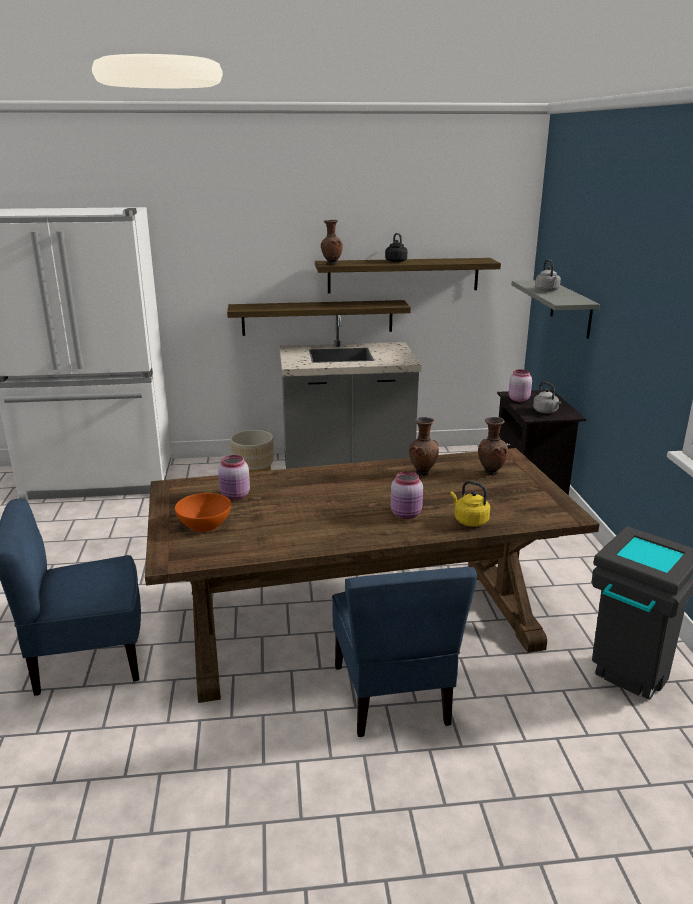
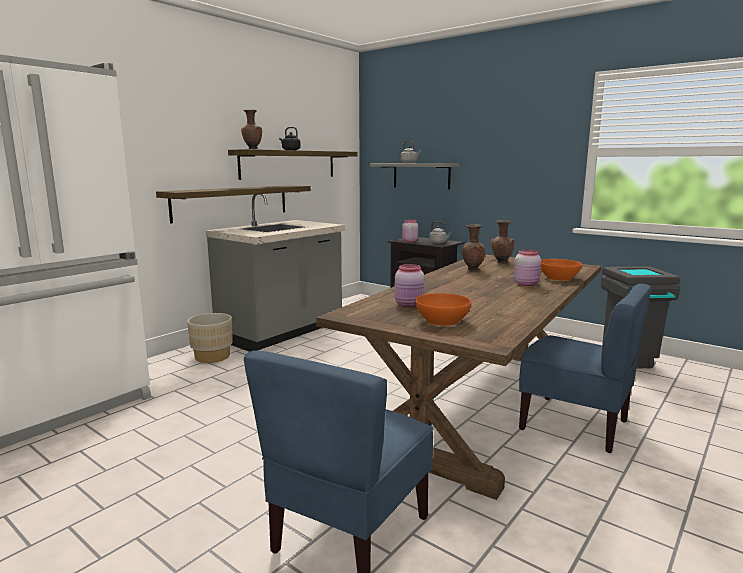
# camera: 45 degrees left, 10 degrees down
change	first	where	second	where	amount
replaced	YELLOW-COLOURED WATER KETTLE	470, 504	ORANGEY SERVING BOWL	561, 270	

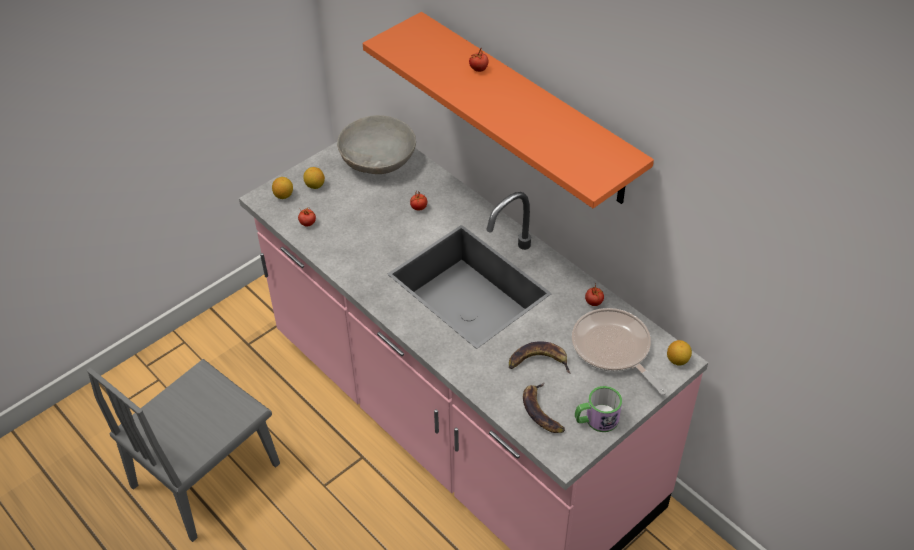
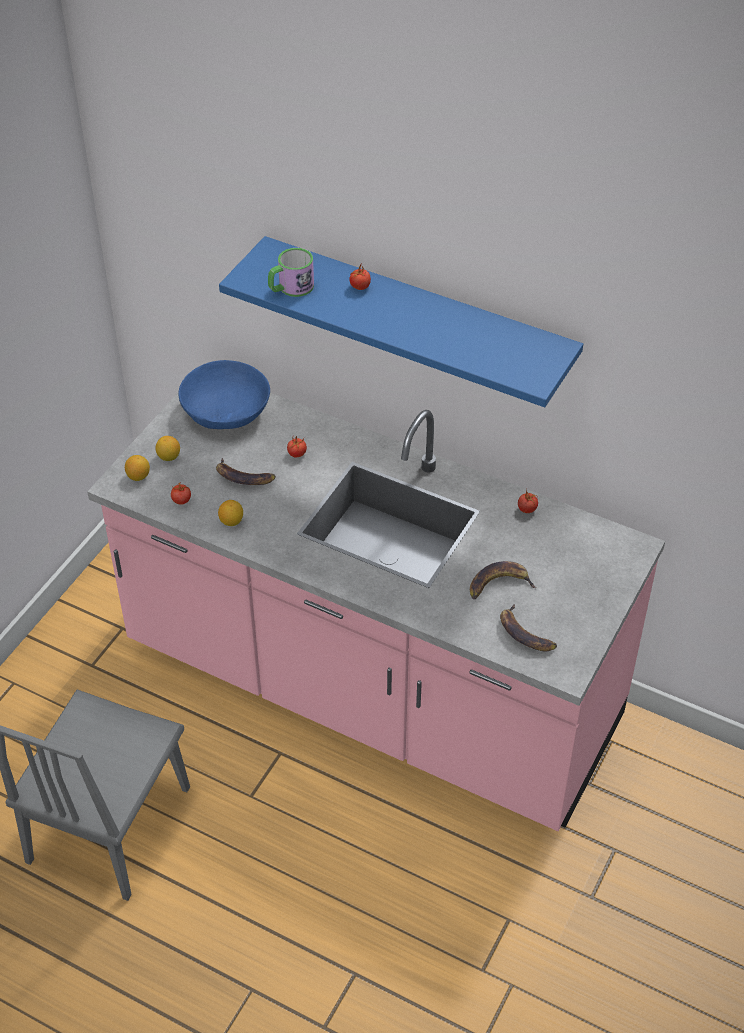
# camera: 20 degrees left, 0 degrees up
change	first	where	second	where	amount
recoloured	ORANGEY BRACKET SHELF	508, 110	BLUE-COLOURED BRACKET SHELF	401, 321	
recoloured	GREYISH SERVING BOWL	376, 144	BLUE-COLOURED SERVING BOWL	224, 394	
removed	SKILLET	619, 351			
moved	WHOLE LEMON	679, 352		230, 513	
moved	TEA MUG	598, 409		291, 272	
added			BANANA	246, 471	

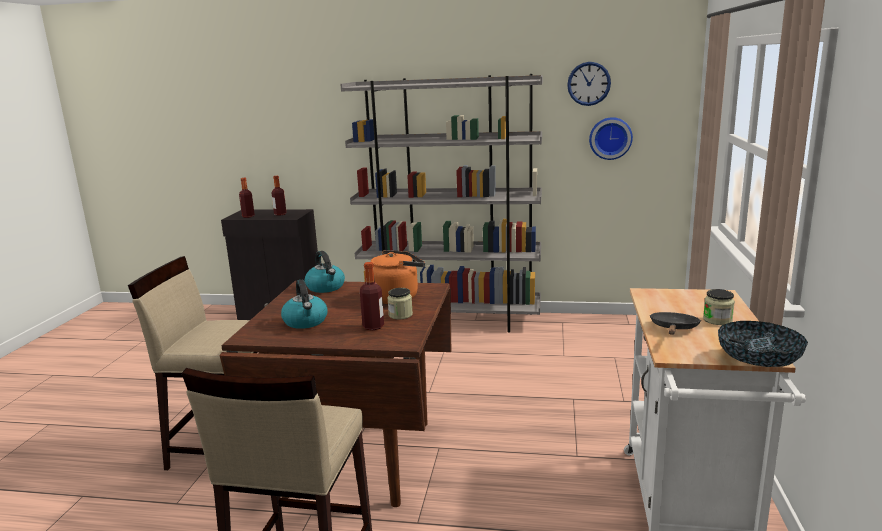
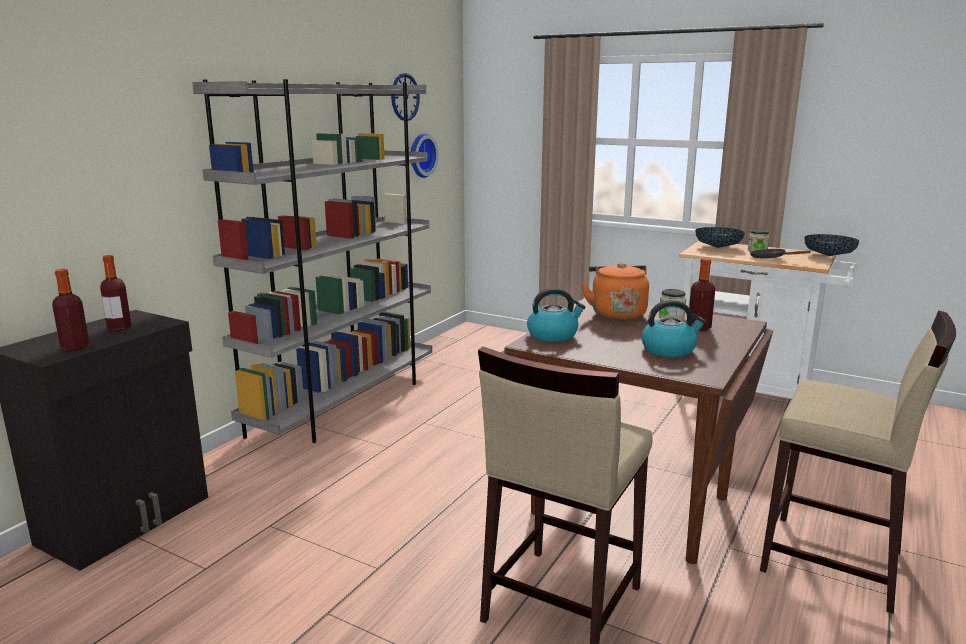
# camera: 70 degrees left, 0 degrees up
change	first	where	second	where	amount
added			SERVING BOWL	720, 237	

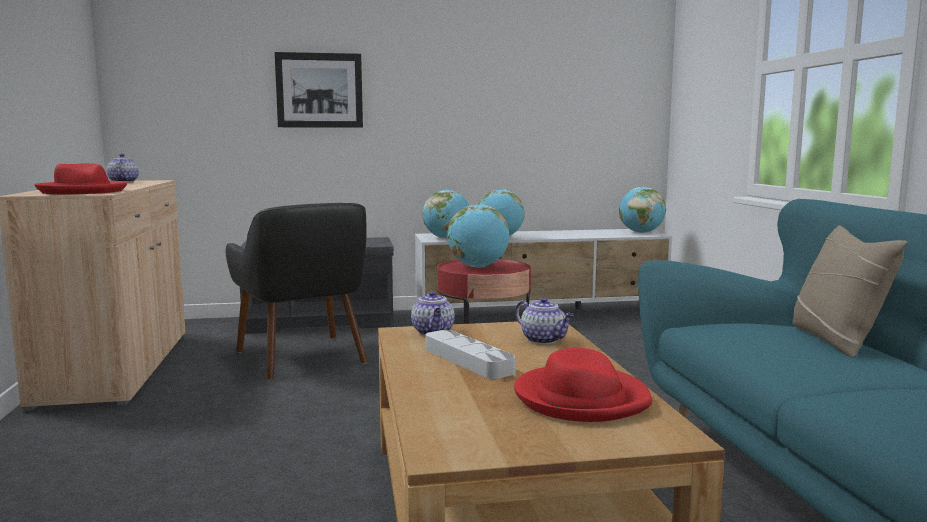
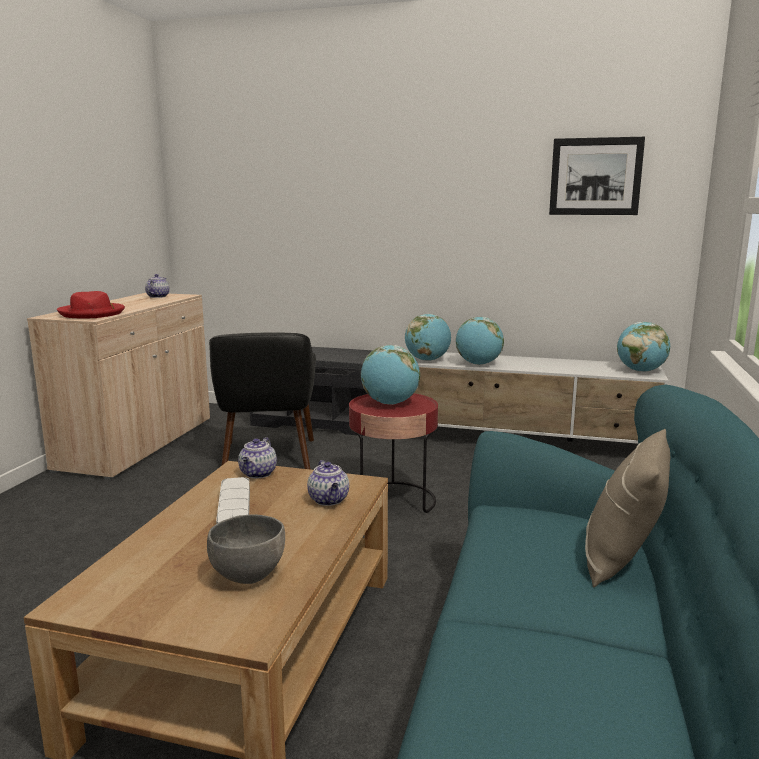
# camera: 25 degrees right, 5 degrees up
change	first	where	second	where	amount
moved	WALL PICTURE	319, 90		597, 176	
replaced	REDDISH HAT	583, 385	GREYISH SERVING BOWL	246, 549	

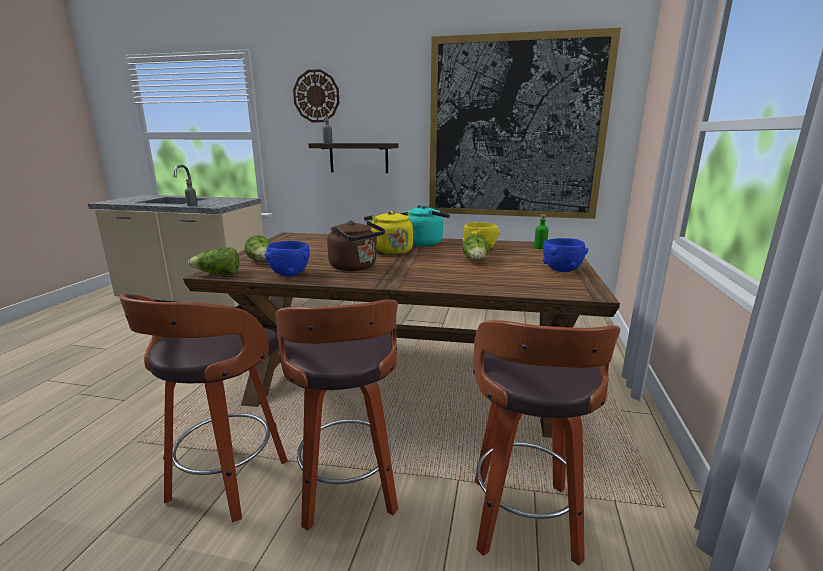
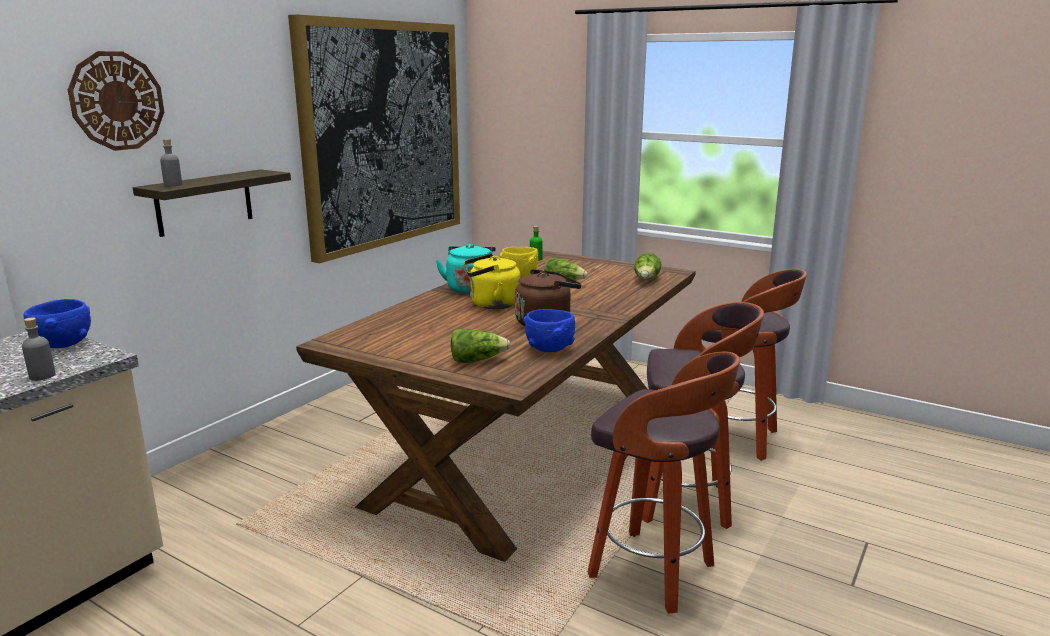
# camera: 70 degrees left, 0 degrees up
change	first	where	second	where	amount
moved	BLUE-COLOURED SERVING BOWL	565, 255		57, 323	
moved	LETTUCE HEAD	213, 261		647, 266	

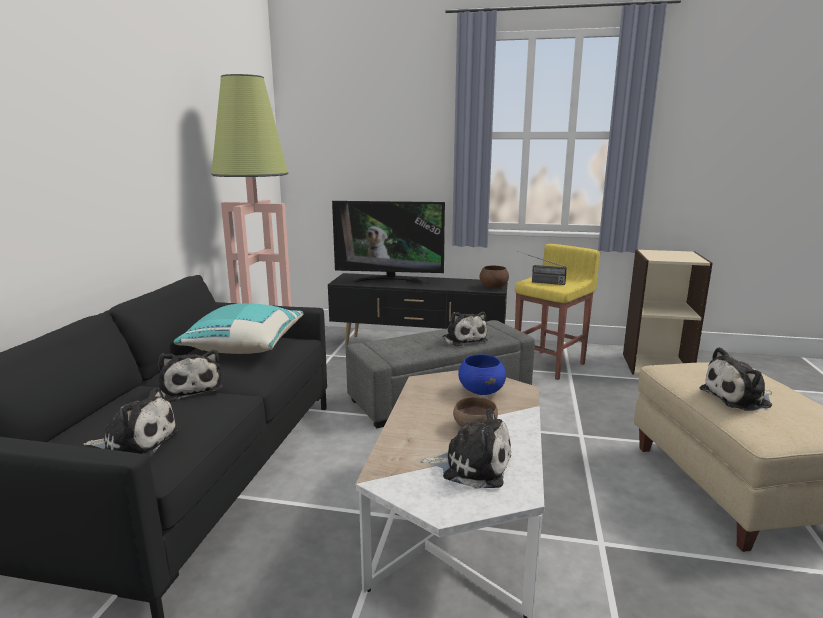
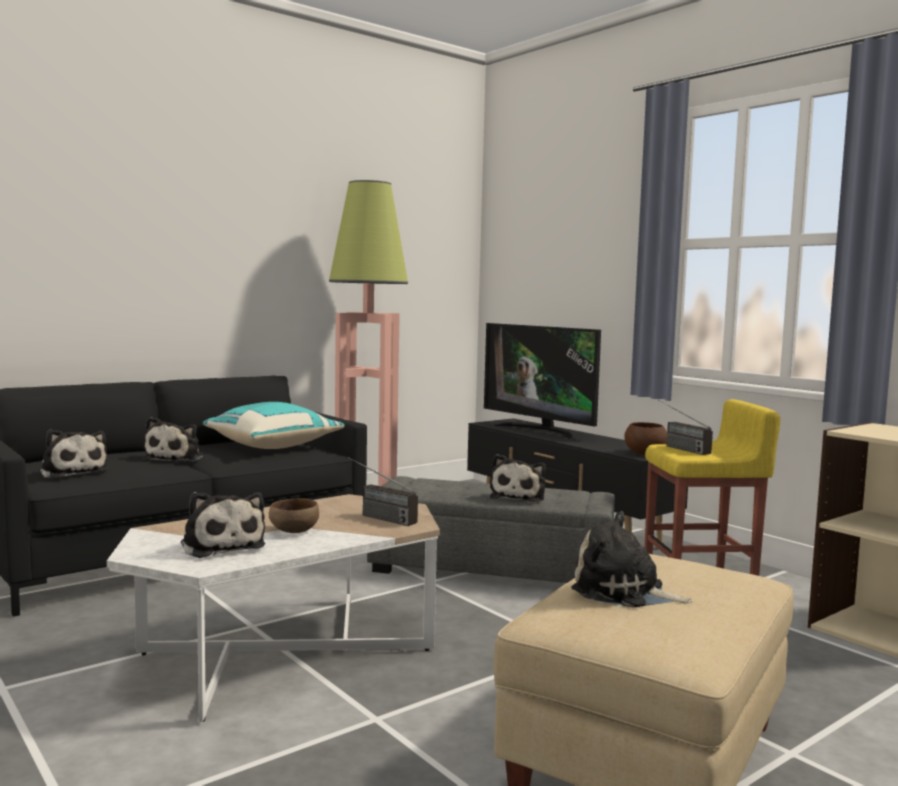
# camera: 40 degrees right, 10 degrees down
change	first	where	second	where	amount
replaced	BLUE-COLOURED SERVING BOWL	482, 374	RADIO SET	383, 491	

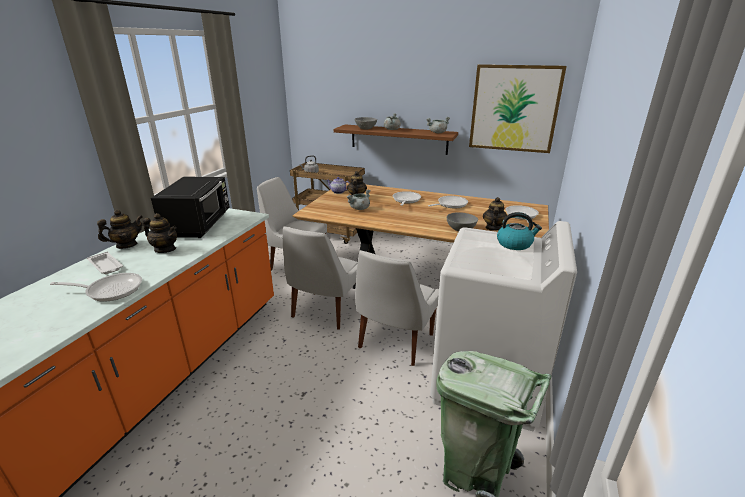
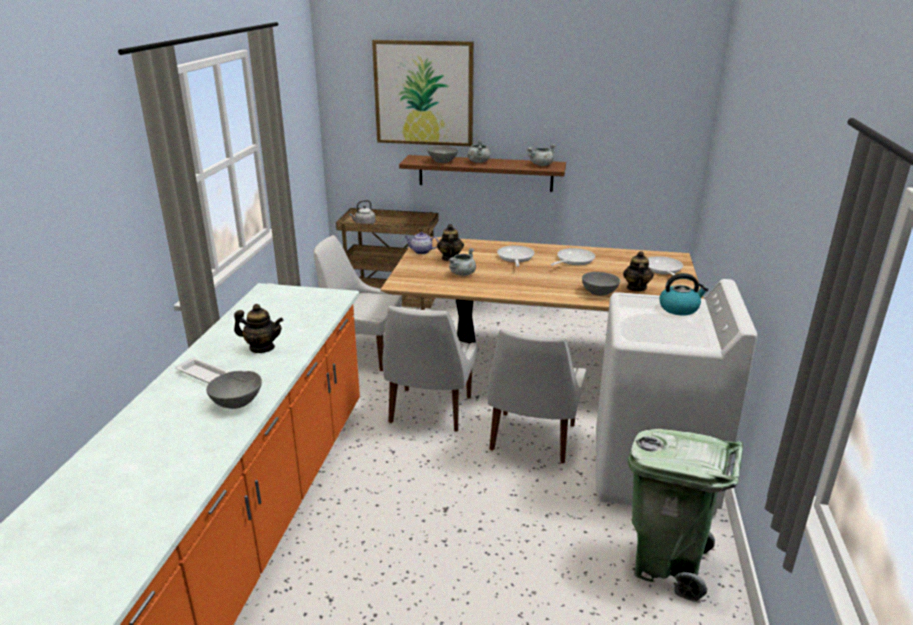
# camera: 10 degrees left, 0 degrees up
change	first	where	second	where	amount
moved	WALL PICTURE	518, 108		423, 93	
removed	BLACKISH MICROWAVE	190, 207			
removed	TEAPOT	120, 229			
replaced	SKILLET	96, 287	GREYISH SERVING BOWL	234, 390	

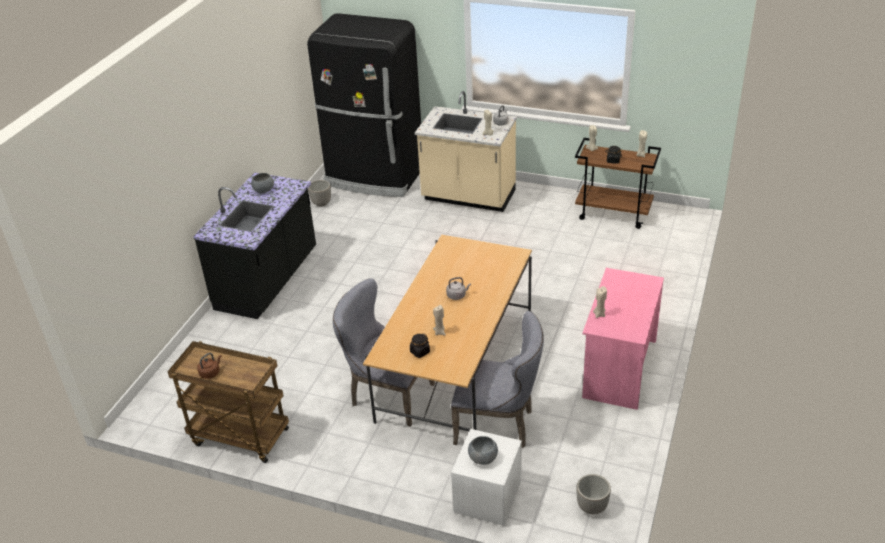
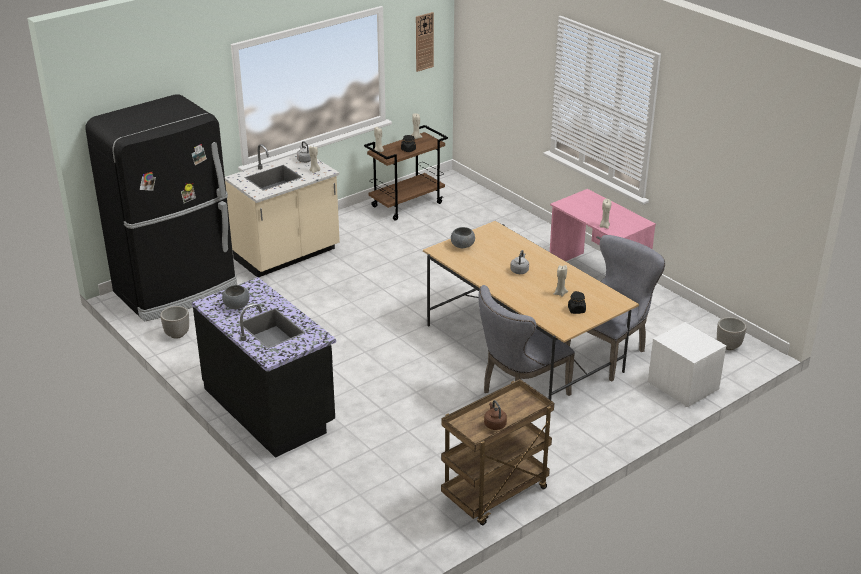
# camera: 60 degrees left, 5 degrees down
change	first	where	second	where	amount
moved	GREYISH SERVING BOWL	483, 450		463, 237	
added			WALL CLOCK	425, 42	

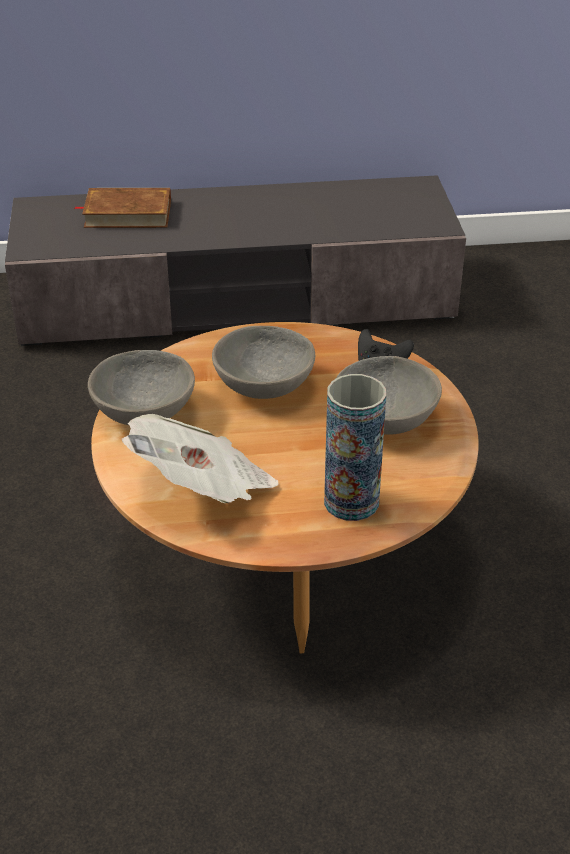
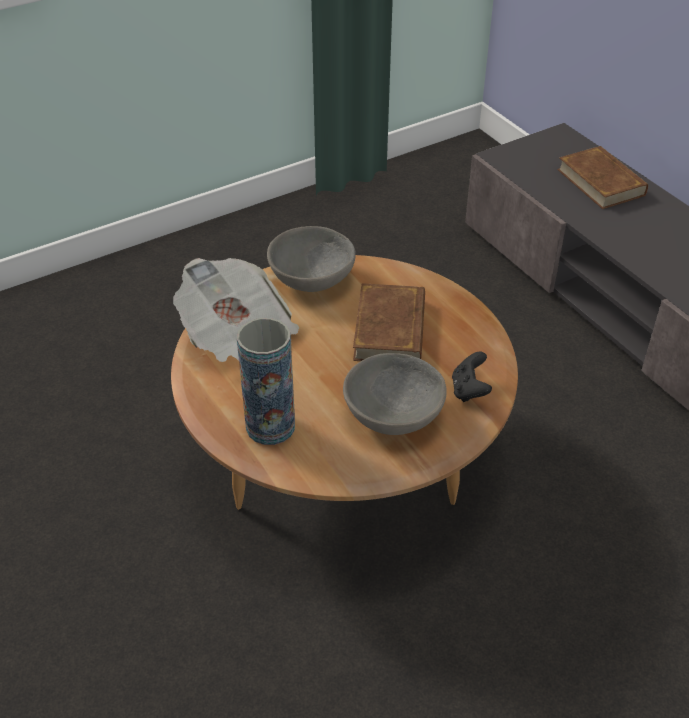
# camera: 65 degrees right, 5 degrees up
change	first	where	second	where	amount
replaced	GREYISH SERVING BOWL	263, 362	BROWNISH BOOK	389, 322	

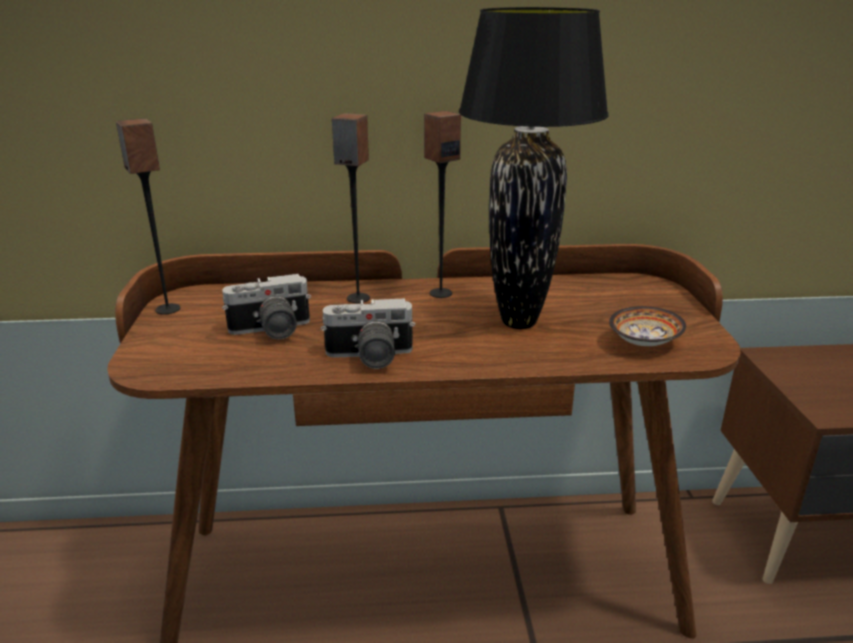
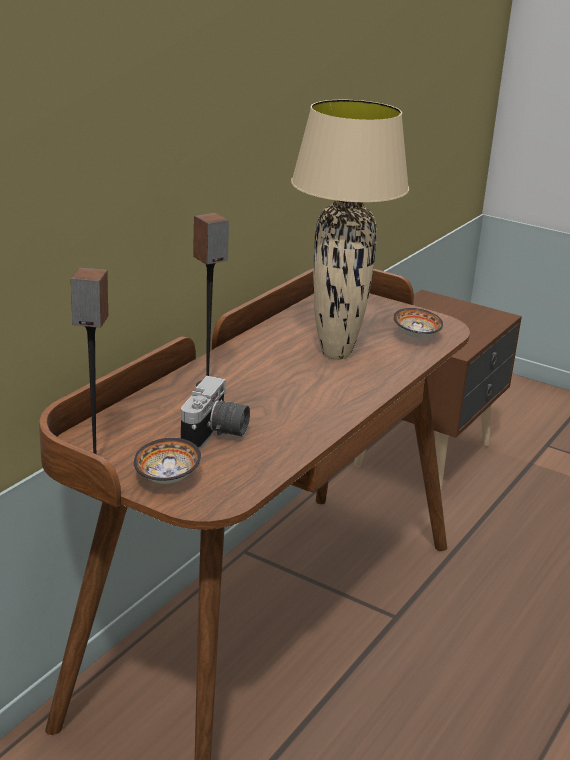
# camera: 55 degrees left, 0 degrees up
change	first	where	second	where	amount
recoloured	BLACKISH TABLETOP LAMP	534, 168	BEIGE TABLETOP LAMP	350, 230	
removed	LOUDSPEAKER	442, 204			
removed	PHOTO CAMERA	368, 333			
added			SERVING BOWL	167, 461	

